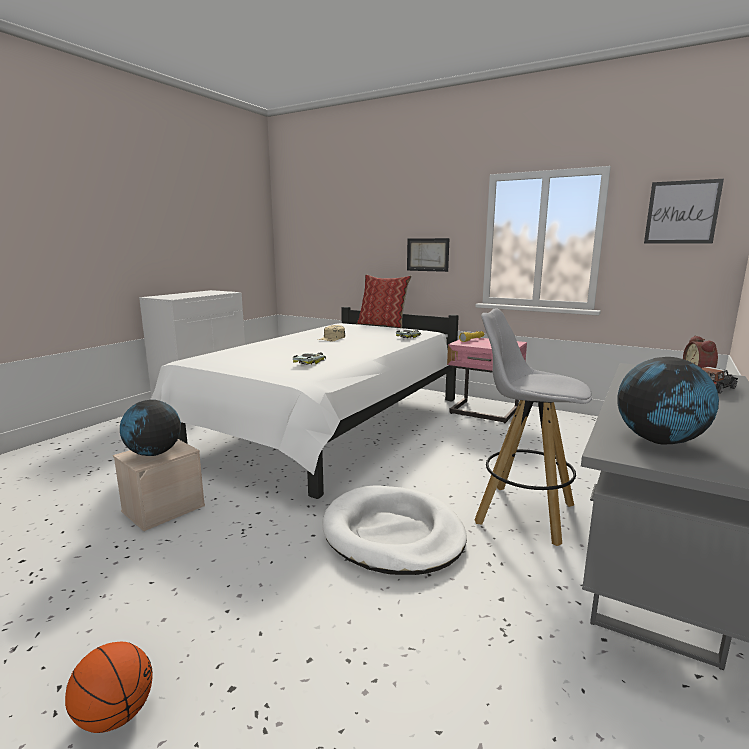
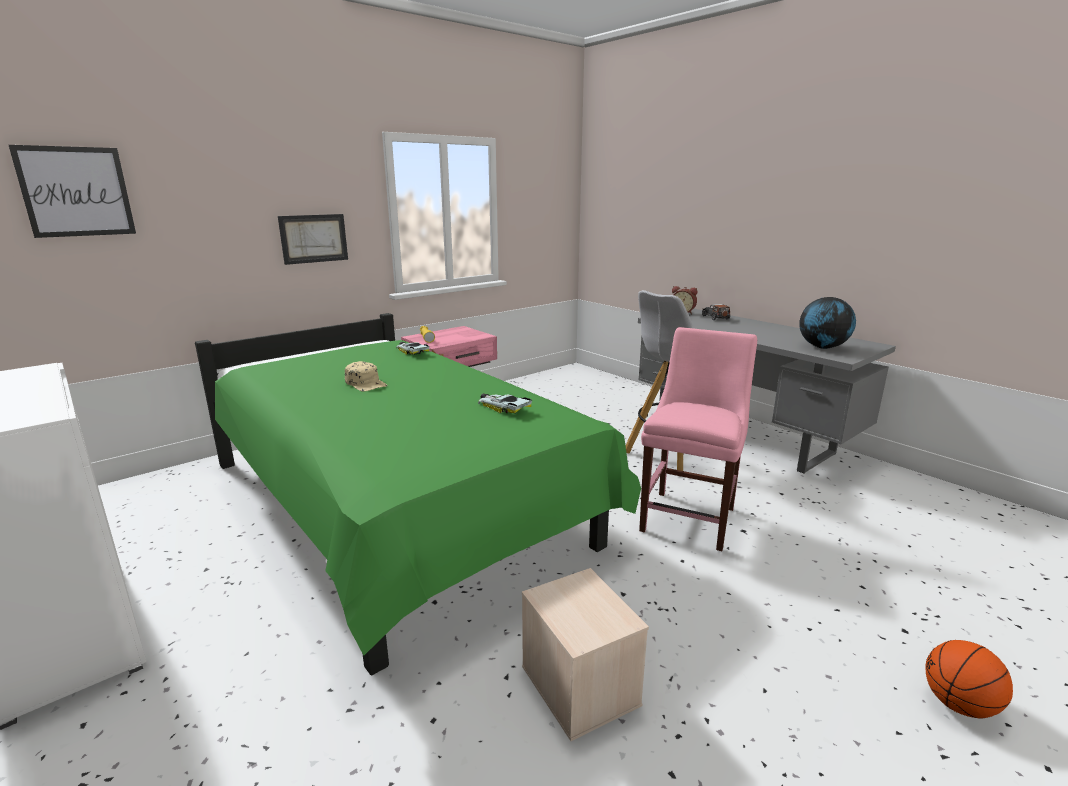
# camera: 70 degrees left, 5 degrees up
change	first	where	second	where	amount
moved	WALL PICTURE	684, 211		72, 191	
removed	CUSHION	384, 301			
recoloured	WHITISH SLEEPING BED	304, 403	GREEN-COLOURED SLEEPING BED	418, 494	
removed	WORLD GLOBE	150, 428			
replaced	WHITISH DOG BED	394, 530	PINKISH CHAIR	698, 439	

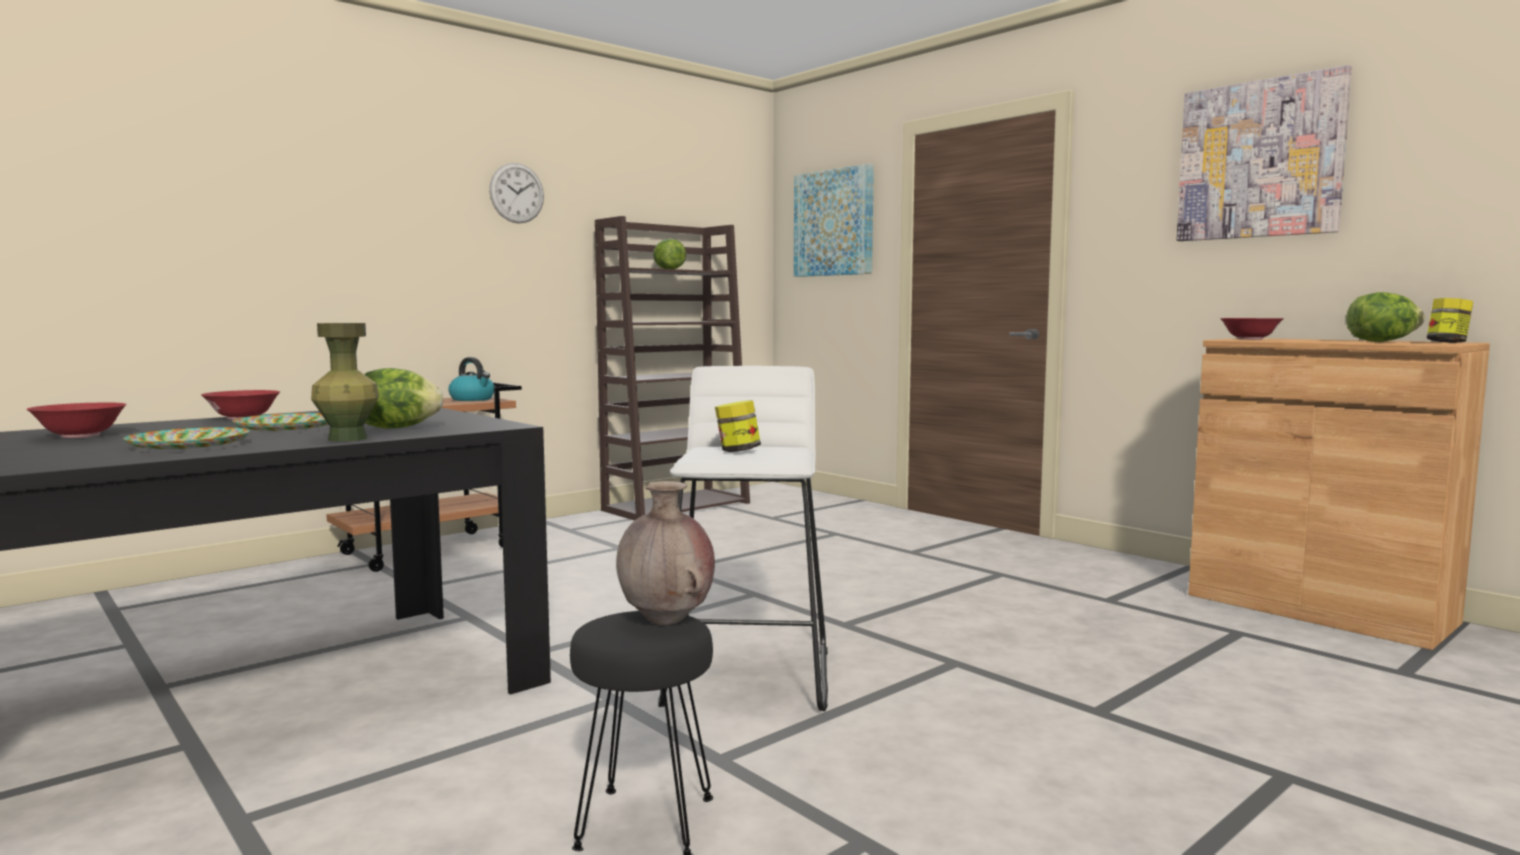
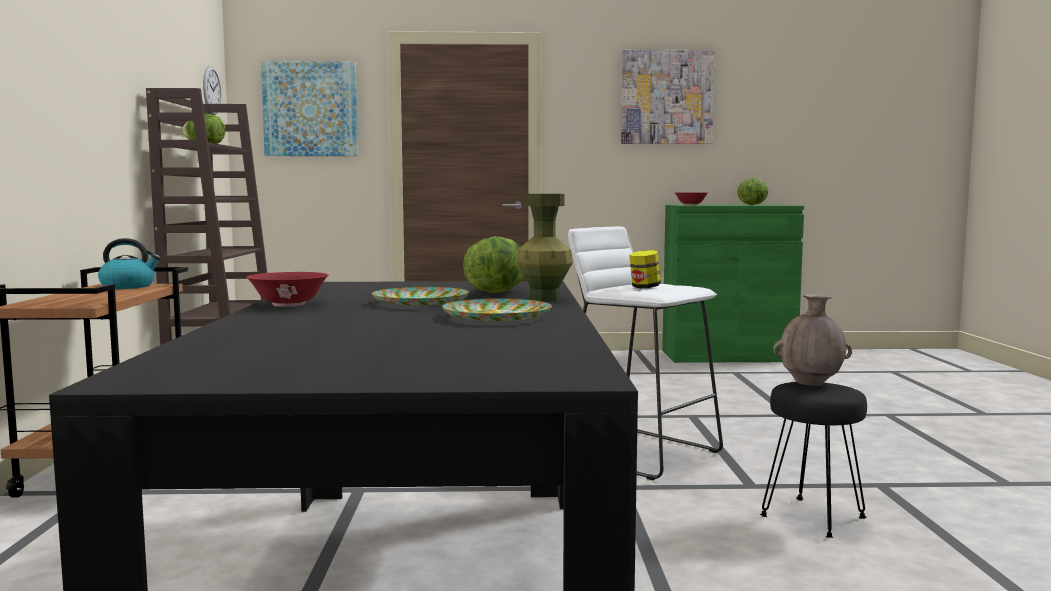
# camera: 50 degrees left, 0 degrees up
change	first	where	second	where	amount
moved	WALL CLOCK	516, 193		212, 90	
removed	JAR	1450, 320			
recoloured	BROWNISH STORAGE CABINET	1339, 494	GREEN-COLOURED STORAGE CABINET	733, 284	
removed	REDDISH SERVING BOWL	76, 420			

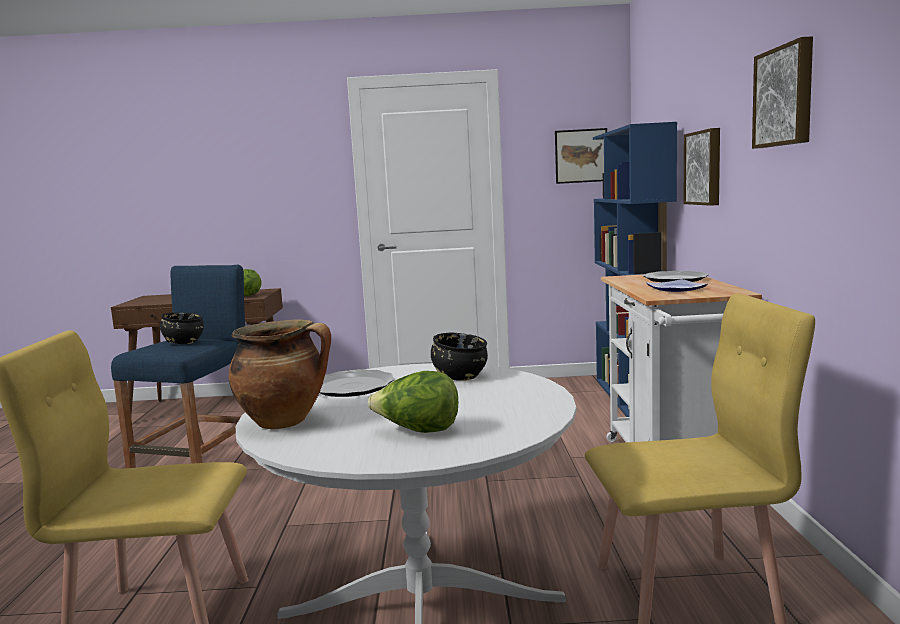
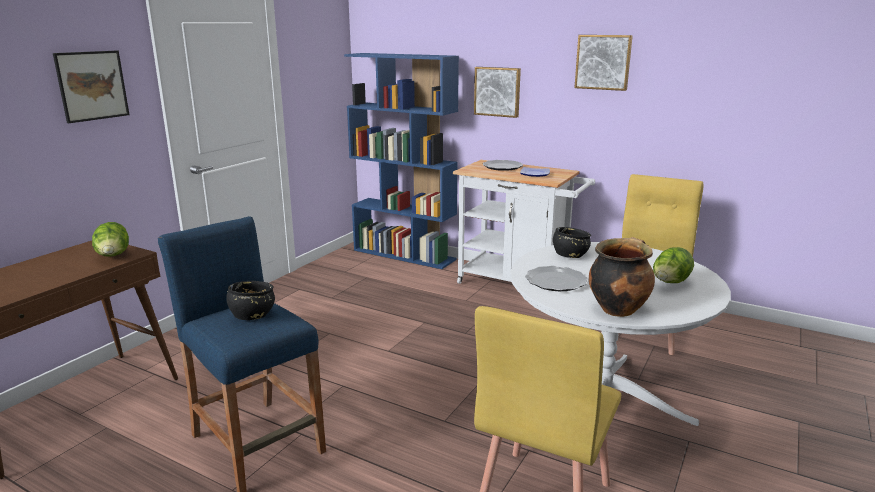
# camera: 60 degrees left, 10 degrees up
change	first	where	second	where	amount
moved	WALL PICTURE	581, 156		91, 87	

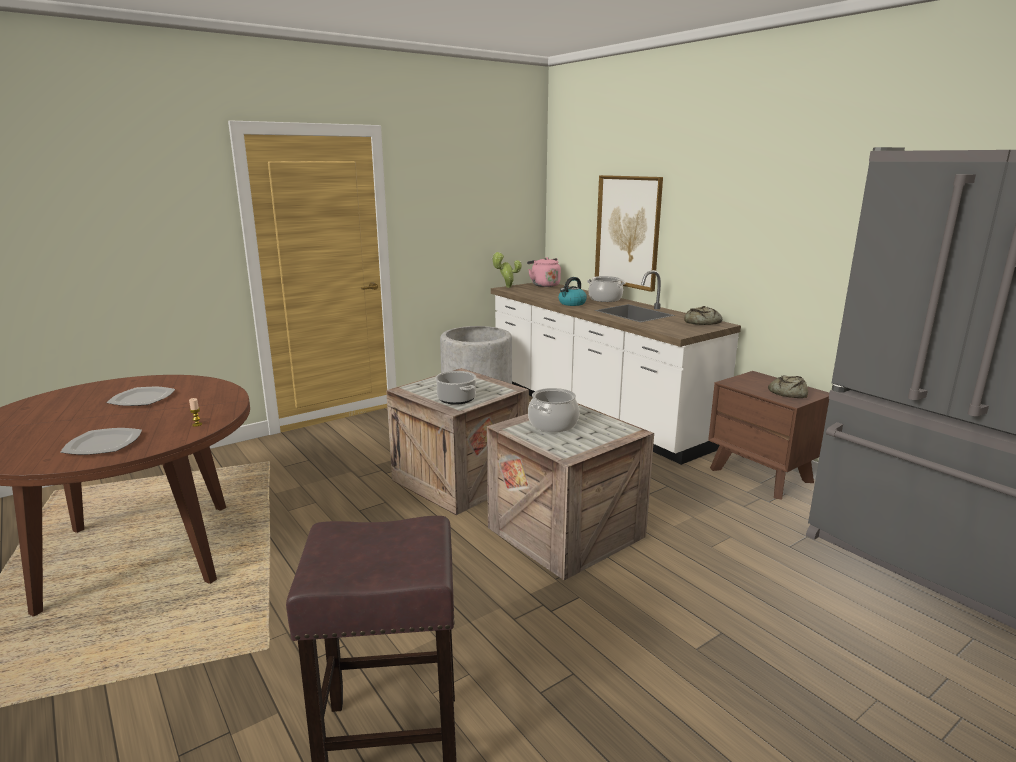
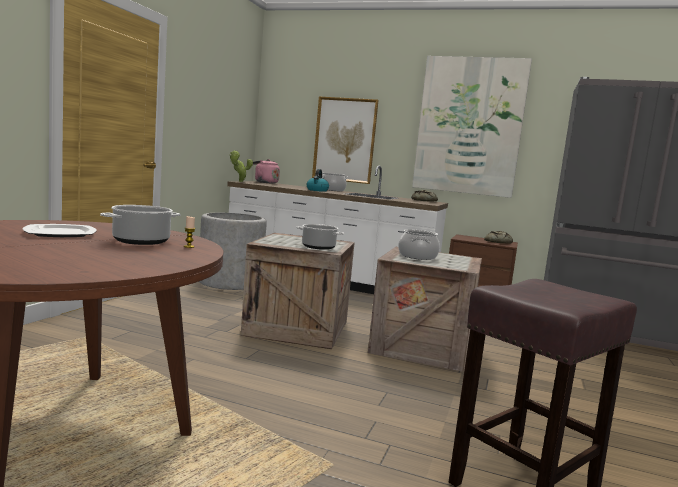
# camera: 35 degrees left, 10 degrees down
change	first	where	second	where	amount
removed	PLATE	101, 441			
added			WALL PICTURE	472, 127	
added			COOKING POT	140, 225	

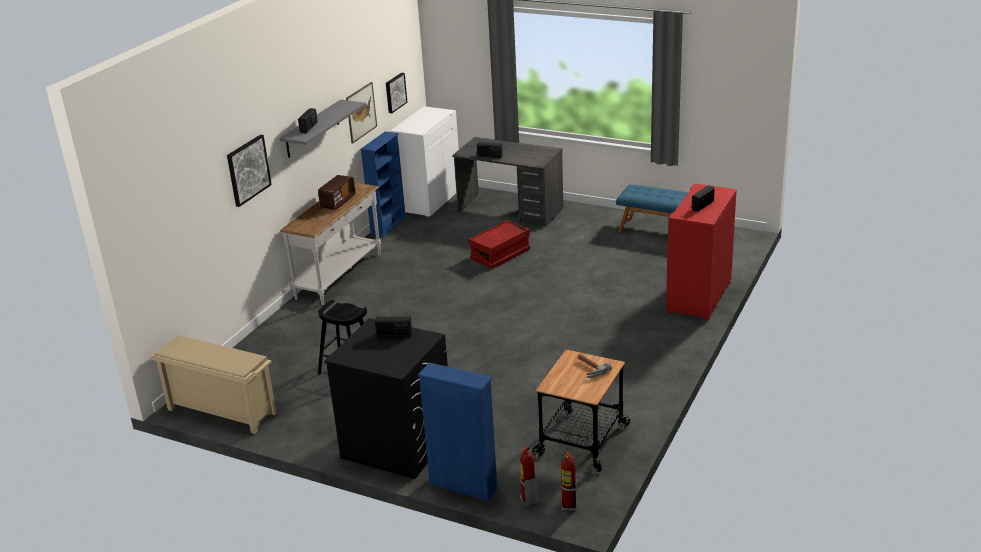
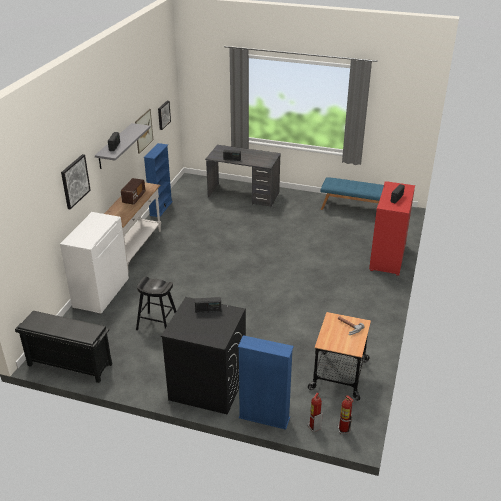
# camera: 10 degrees left, 5 degrees up
change	first	where	second	where	amount
moved	WHITISH STORAGE CABINET	424, 162		94, 263	
removed	REDDISH STORAGE BOX	499, 244			
recoloured	BEIGE SHOE SHELF	214, 384	BLACKISH SHOE SHELF	63, 347	

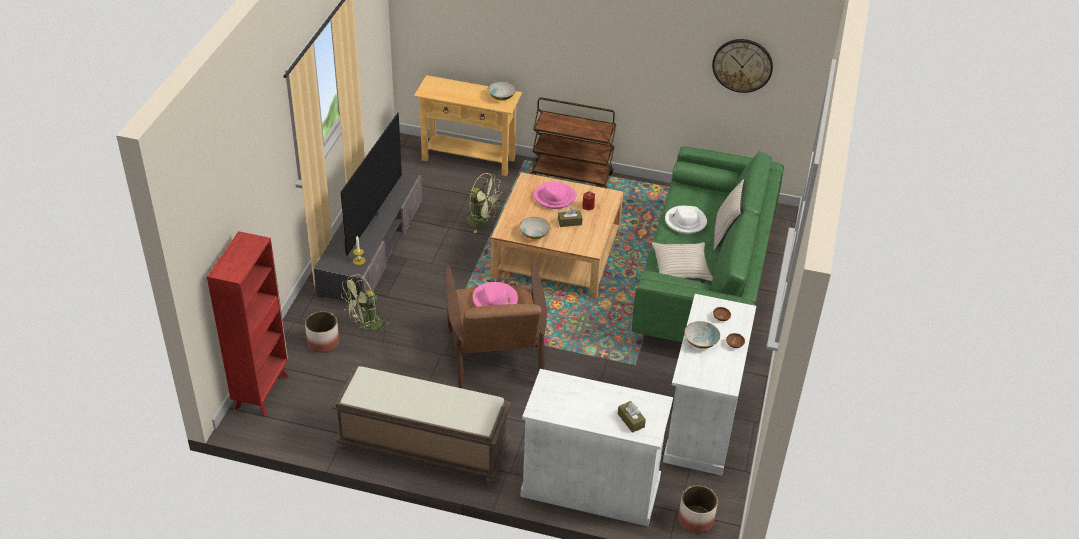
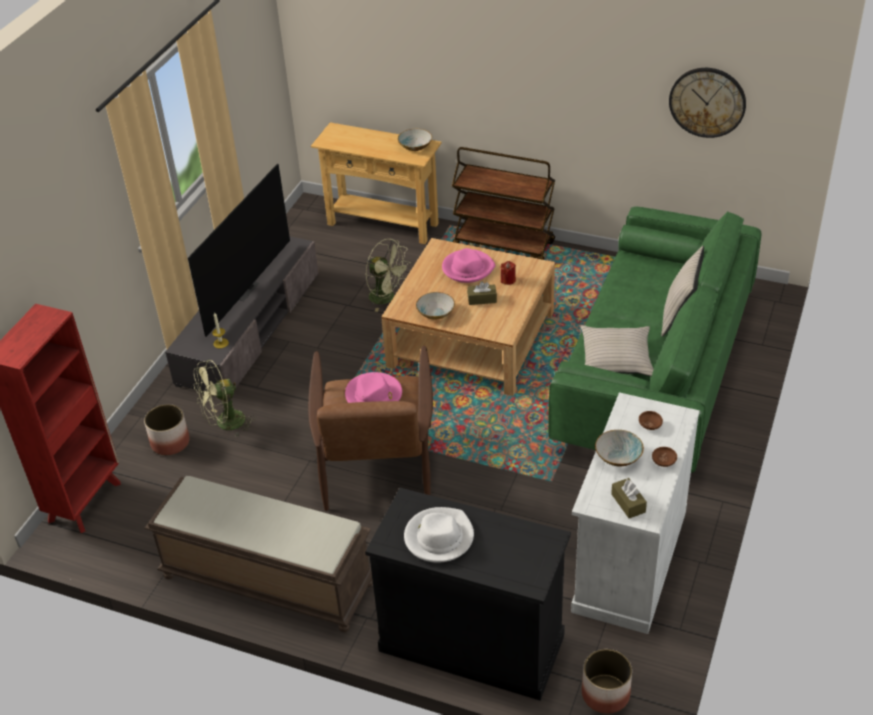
# camera: 10 degrees right, 0 degrees up
change	first	where	second	where	amount
moved	WHITISH HAT	686, 220		439, 535	
recoloured	WHITISH STORAGE CABINET	596, 448	BLACKISH STORAGE CABINET	468, 594	
moved	BROWNISH BOX OF TISSUES	632, 417		629, 498	

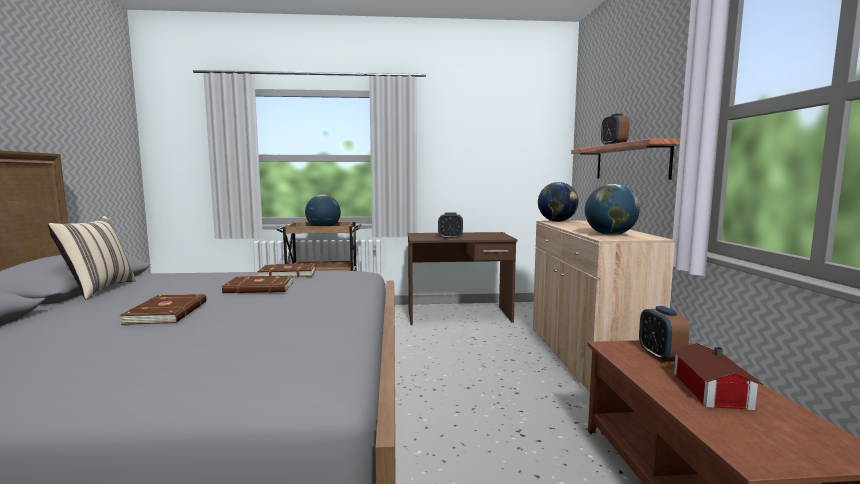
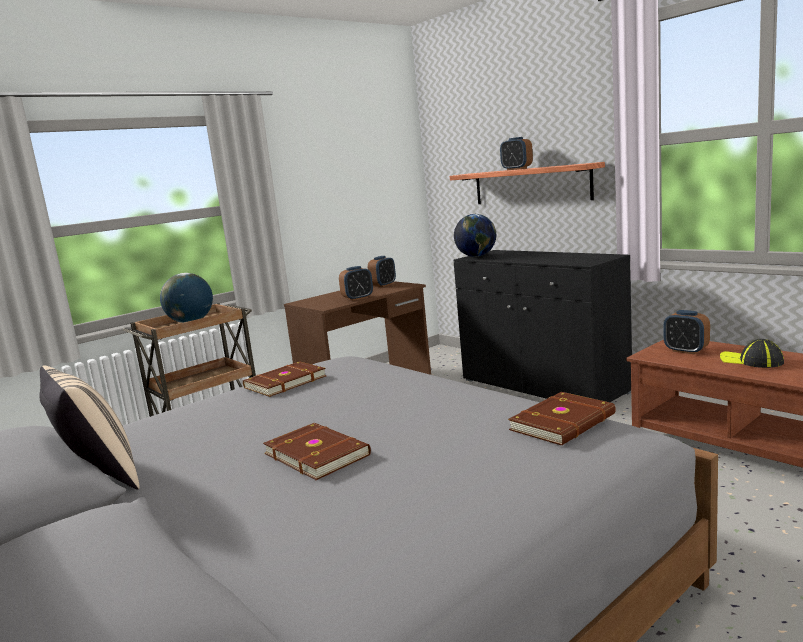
# camera: 35 degrees left, 5 degrees up
change	first	where	second	where	amount
removed	WORLD GLOBE	612, 209			
recoloured	BEIGE STORAGE CABINET	604, 306	BLACKISH STORAGE CABINET	542, 326	
moved	BROWNISH BOOK	257, 284		562, 418	
replaced	TOY HOUSE	717, 376	CAP	752, 353	
added			TABLE CLOCK	382, 271	

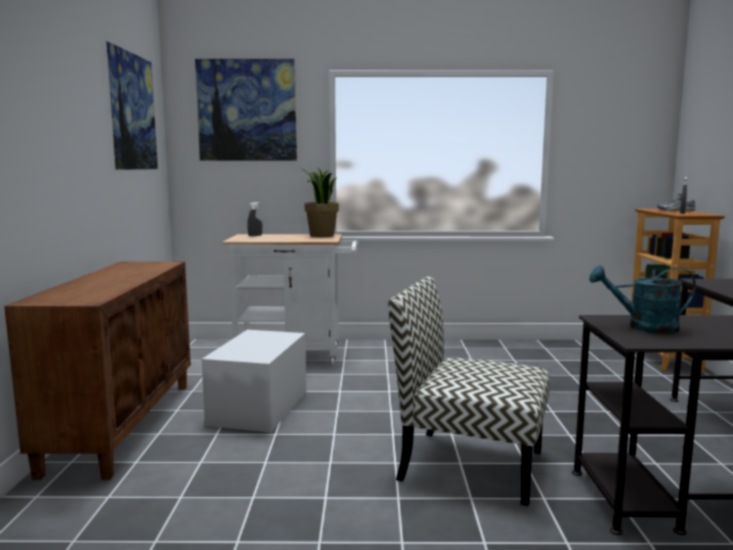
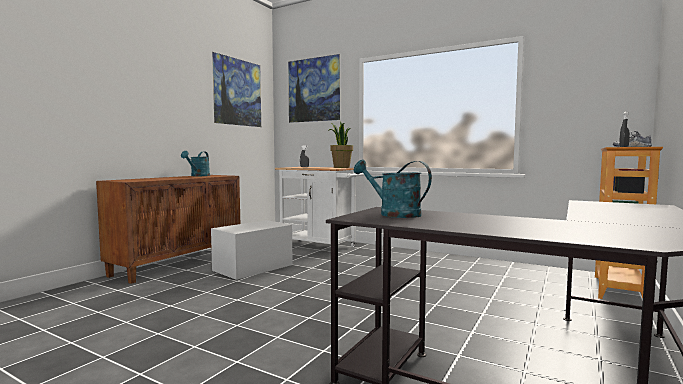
# camera: 30 degrees right, 5 degrees down
change	first	where	second	where	amount
removed	CHAIR	469, 391			
added			TURQUOISE-COLOURED SPRINKLING CAN	195, 163	

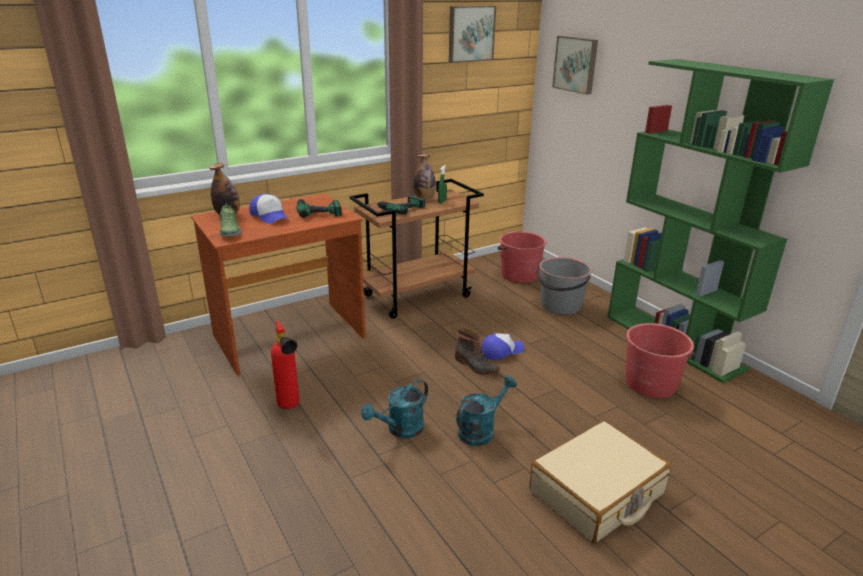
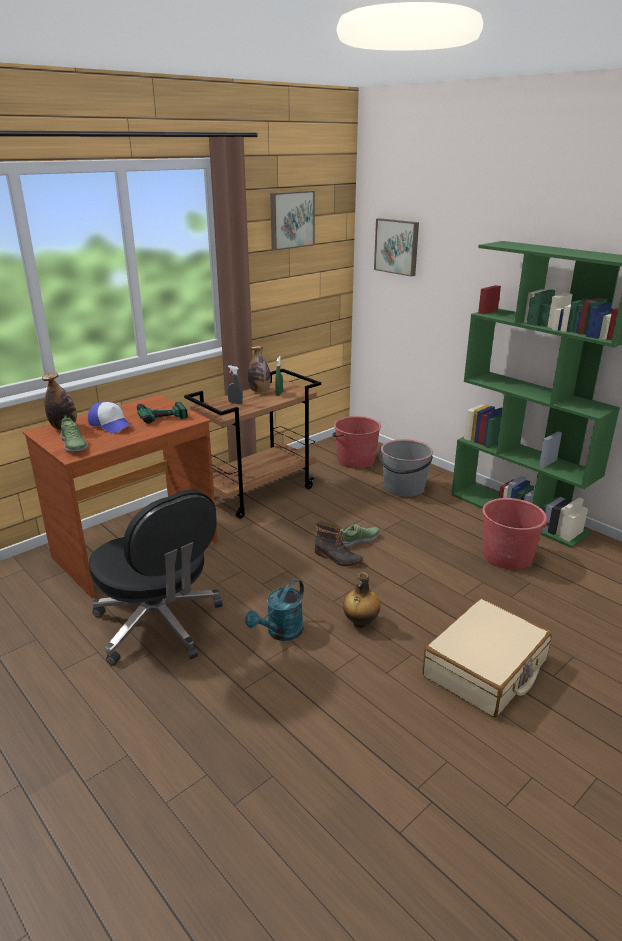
# camera: 10 degrees left, 0 degrees up
change	first	where	second	where	amount
replaced	POWER DRILL	398, 205	GREYISH SPRAYER	235, 385	
replaced	EXTINGUISHER	285, 364	BLACKISH COMPUTER CHAIR	156, 577	
replaced	CAP	502, 346	SHOE	359, 536	
replaced	TURQUOISE-COLOURED SPRINKLING CAN	486, 410	BEVERAGE BOTTLE	361, 600	

